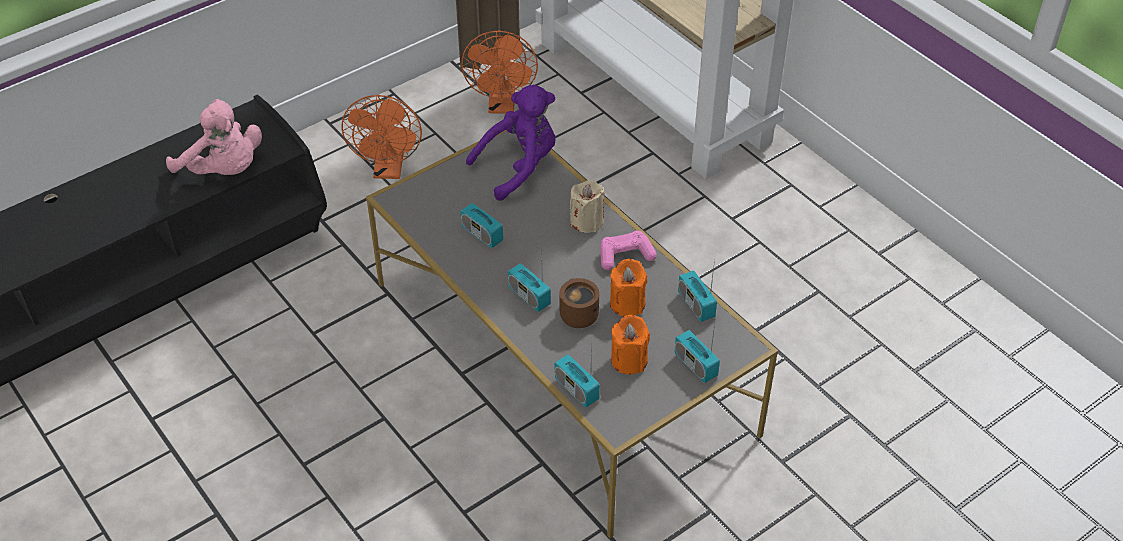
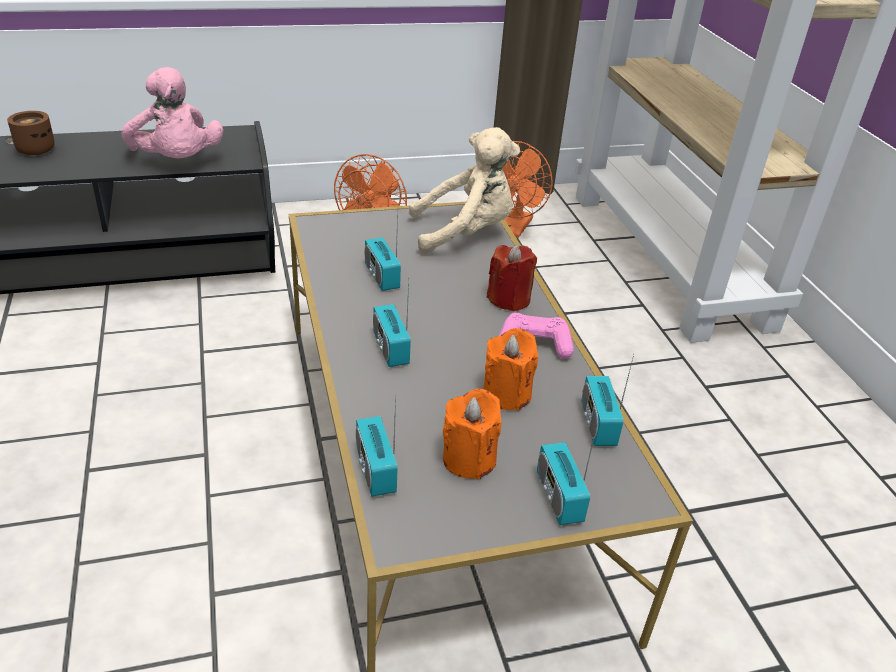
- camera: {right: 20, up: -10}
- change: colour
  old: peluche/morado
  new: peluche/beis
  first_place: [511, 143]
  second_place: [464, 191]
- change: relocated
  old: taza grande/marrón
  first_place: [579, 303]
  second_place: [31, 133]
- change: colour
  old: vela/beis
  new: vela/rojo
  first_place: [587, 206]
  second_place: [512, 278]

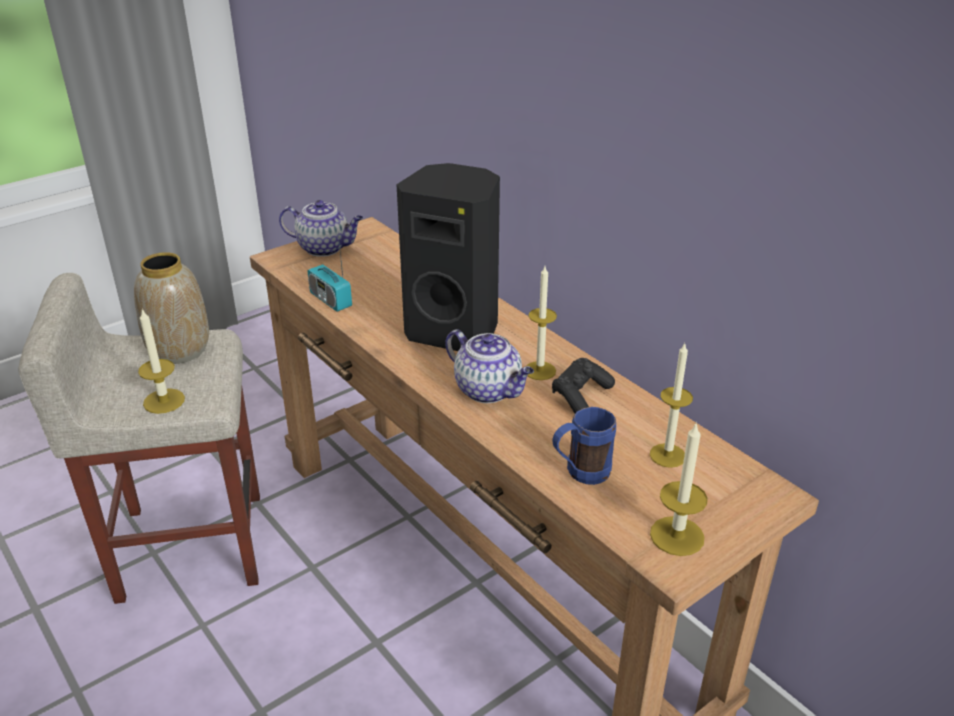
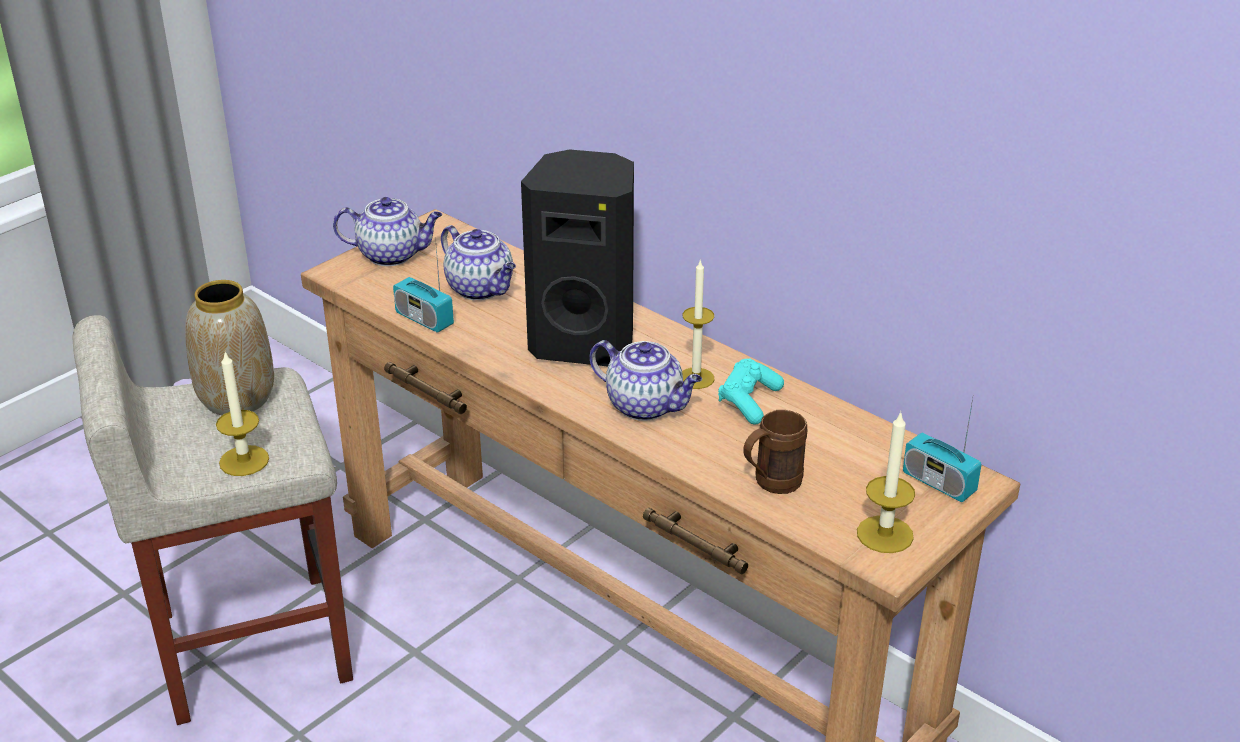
- camera: {right: -10, up: 0}
- change: colour
  old: mando de consola/negro
  new: mando de consola/turquesa
  first_place: [583, 386]
  second_place: [751, 392]
- change: colour
  old: taza grande/azul
  new: taza grande/marrón
  first_place: [584, 446]
  second_place: [775, 452]
- change: missing
  old: vela
  first_place: [671, 405]
- change: appeared
  new: tetera
  second_place: [478, 262]
- change: appeared
  new: radio
  second_place: [942, 448]

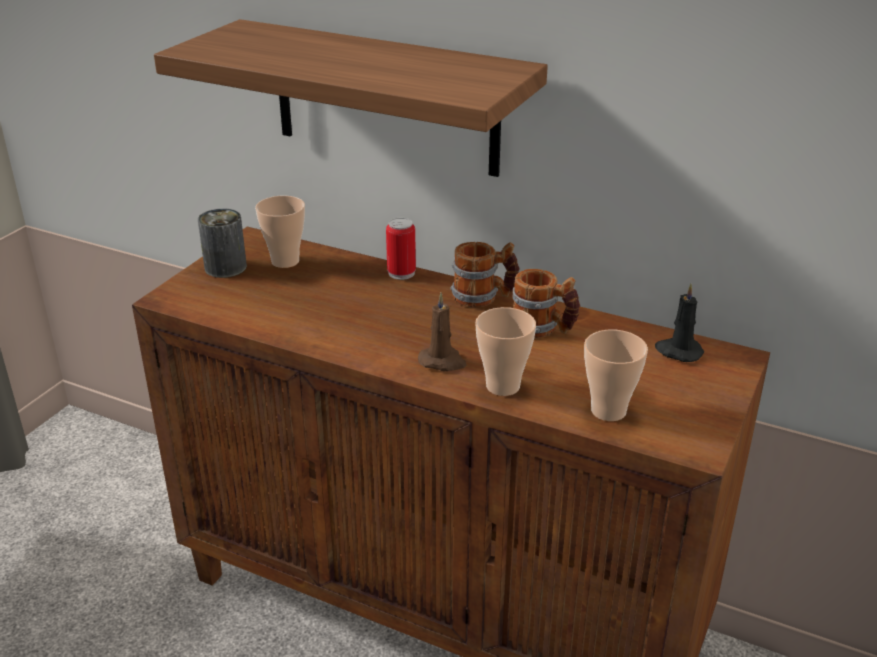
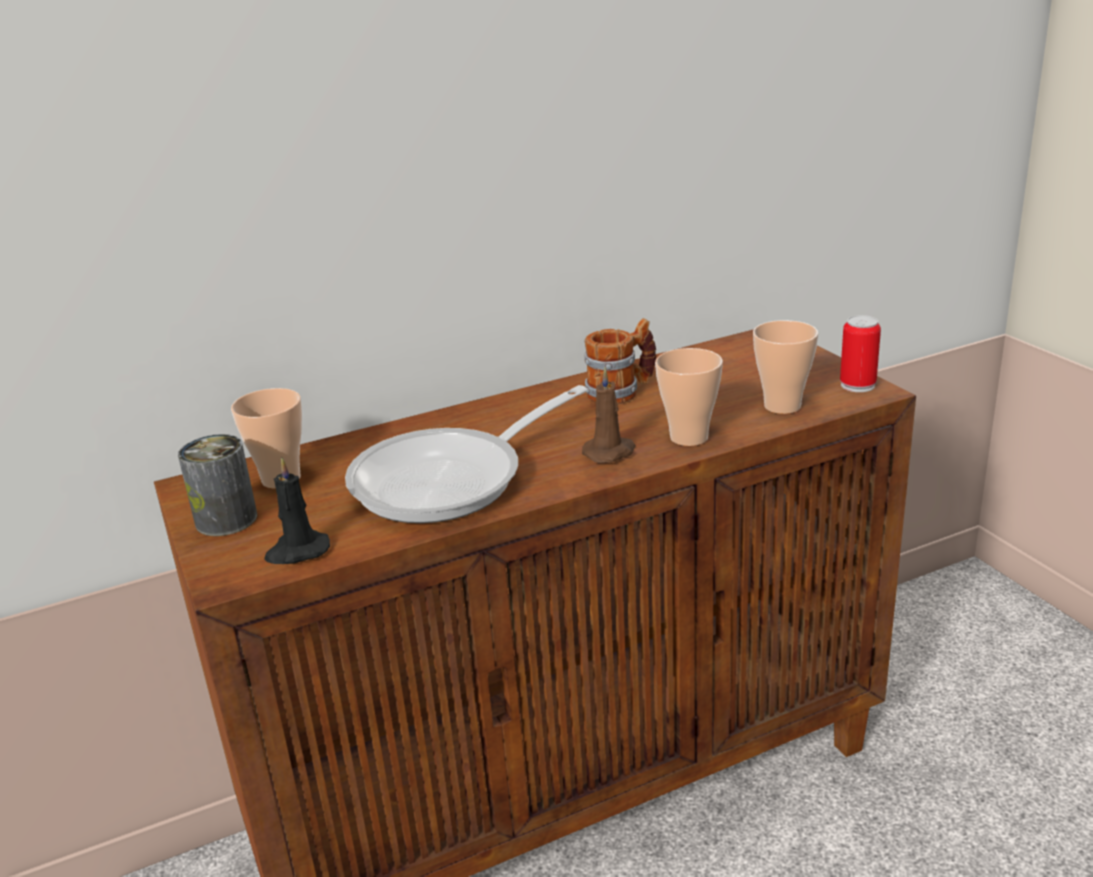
- camera: {right: -50, up: -5}
- change: missing
  old: estante
  first_place: [351, 98]
- change: relocated
  old: lata
  first_place: [401, 249]
  second_place: [860, 353]
- change: missing
  old: taza grande
  first_place: [485, 274]
- change: relocated
  old: vela/negro
  first_place: [679, 323]
  second_place: [297, 510]
- change: appeared
  new: sartén
  second_place: [466, 454]

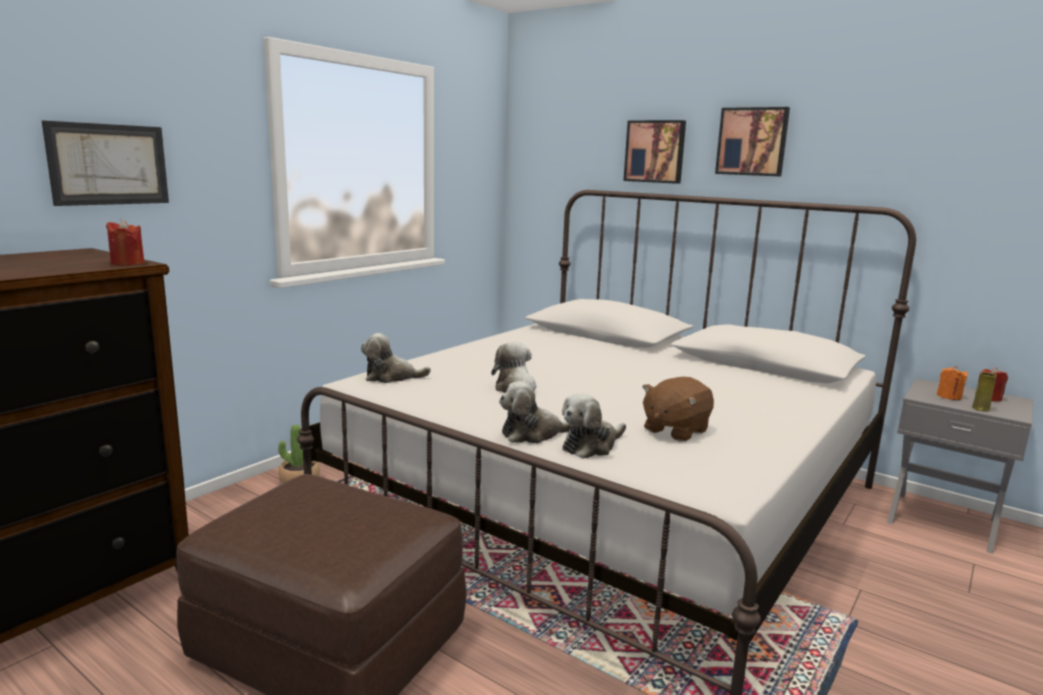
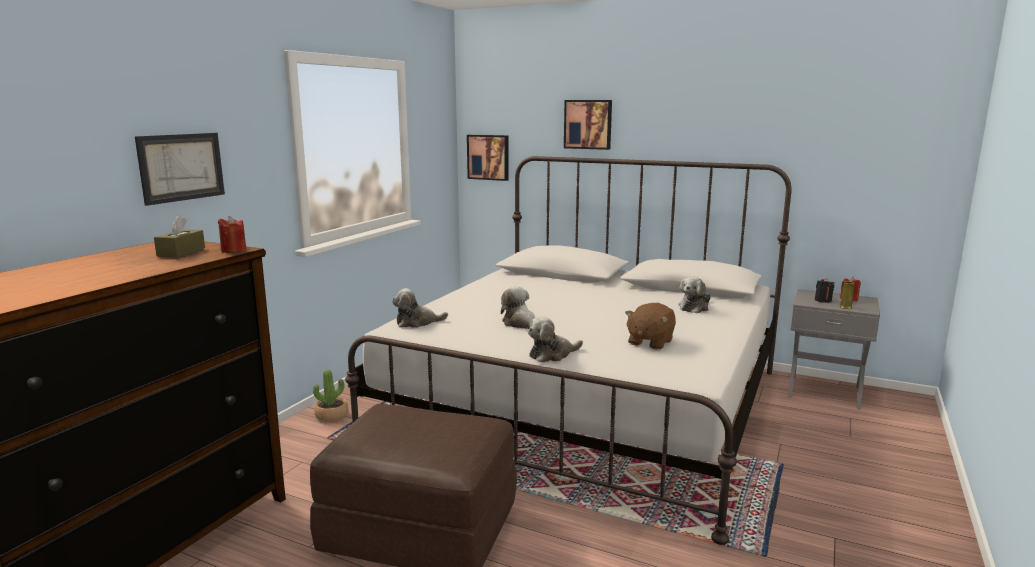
- camera: {right: -10, up: 0}
- change: relocated
  old: peluche
  first_place: [594, 426]
  second_place: [695, 295]
- change: relocated
  old: cuadro
  first_place: [752, 141]
  second_place: [488, 158]
- change: colour
  old: vela/naranja
  new: vela/negro
  first_place: [952, 383]
  second_place: [824, 290]
- change: appeared
  new: caja de pañuelos/marrón
  second_place: [179, 236]

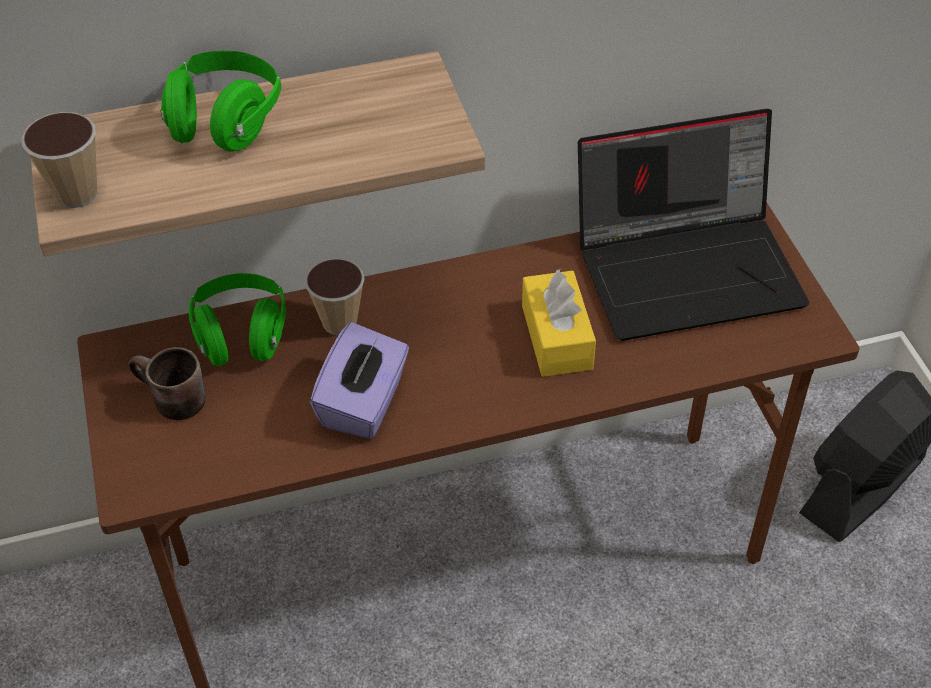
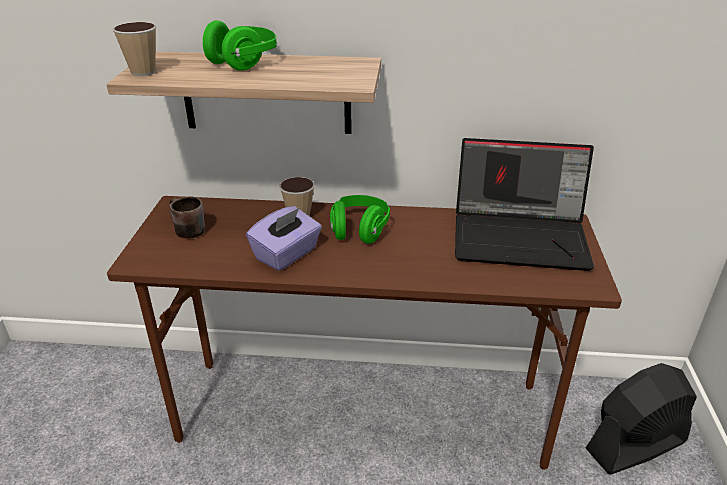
- camera: {right: 20, up: -15}
- change: relocated
  old: auriculares/verde
  first_place: [237, 319]
  second_place: [360, 219]
- change: missing
  old: caja de pañuelos/amarillo
  first_place: [559, 323]

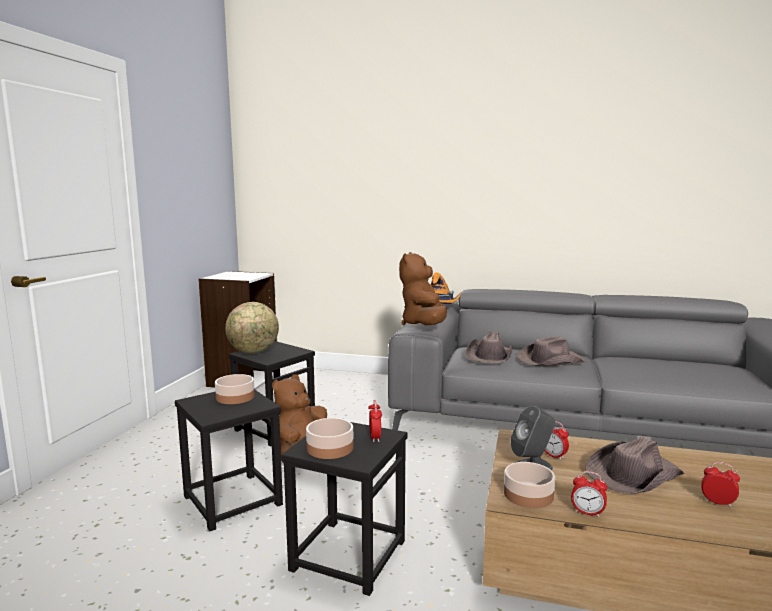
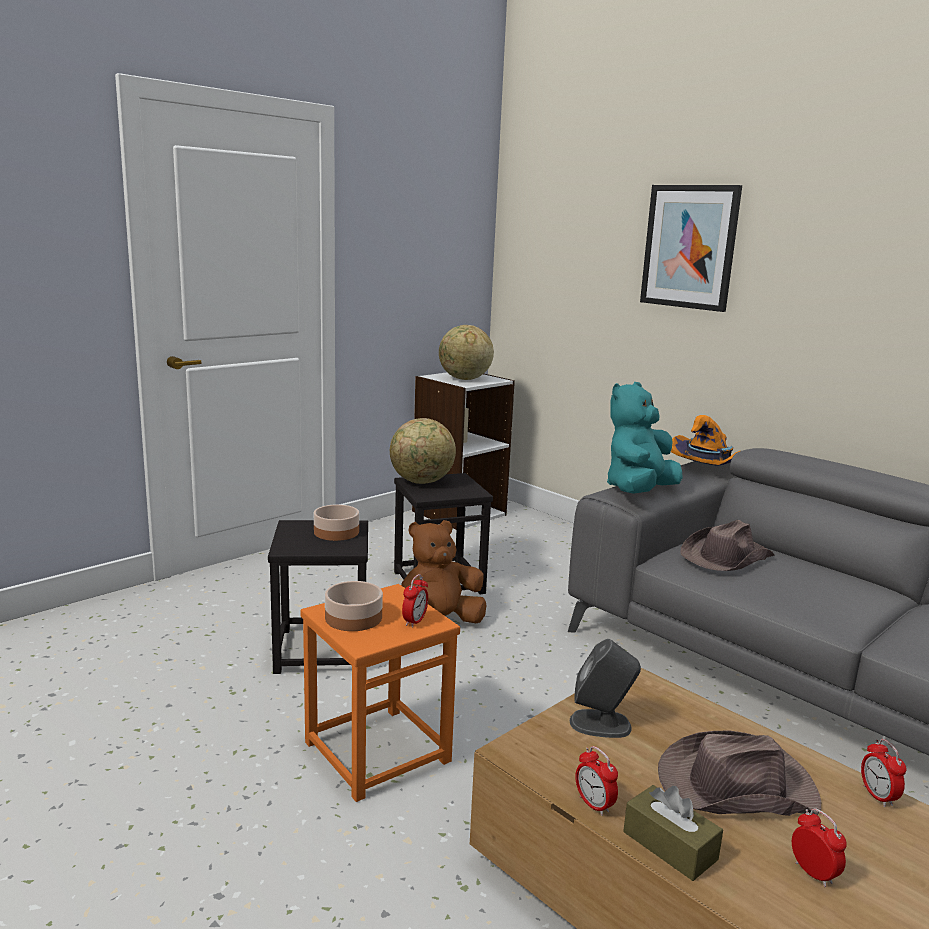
- camera: {right: 30, up: 5}
- change: colour
  old: taburete/negro
  new: taburete/naranja
  first_place: [344, 509]
  second_place: [380, 693]
- change: colour
  old: peluche/marrón
  new: peluche/turquesa
  first_place: [423, 288]
  second_place: [645, 438]
- change: missing
  old: cuenco
  first_place: [529, 485]
- change: missing
  old: sombrero/marrón
  first_place: [551, 351]
- change: relocated
  old: despertador
  first_place: [556, 440]
  second_place: [883, 773]
- change: appeared
  new: globo terráqueo
  second_place: [466, 352]
- change: appeared
  new: caja de pañuelos/marrón
  second_place: [673, 833]
- change: appeared
  new: cuadro
  second_place: [691, 248]

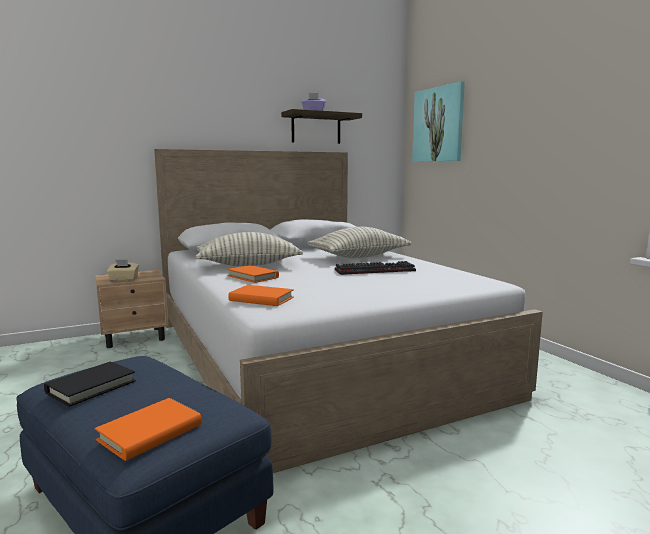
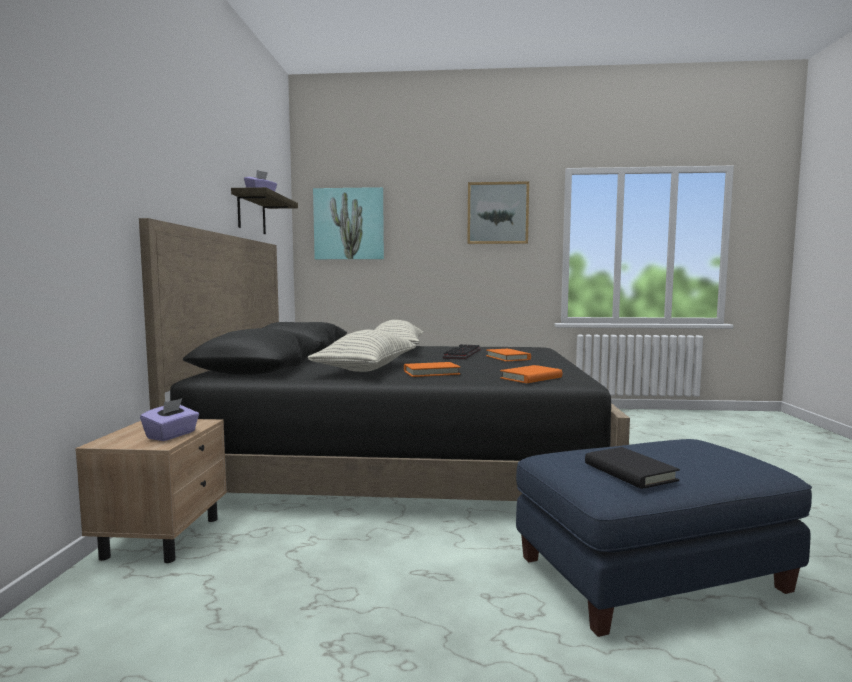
- camera: {right: -60, up: -5}
- change: relocated
  old: libro/naranja
  first_place: [148, 429]
  second_place: [508, 355]
- change: colour
  old: caja de pañuelos/beis
  new: caja de pañuelos/morado
  first_place: [123, 270]
  second_place: [169, 419]
- change: colour
  old: cama/blanco
  new: cama/negro
  first_place: [348, 311]
  second_place: [384, 359]
- change: appeared
  new: cuadro
  second_place: [498, 212]

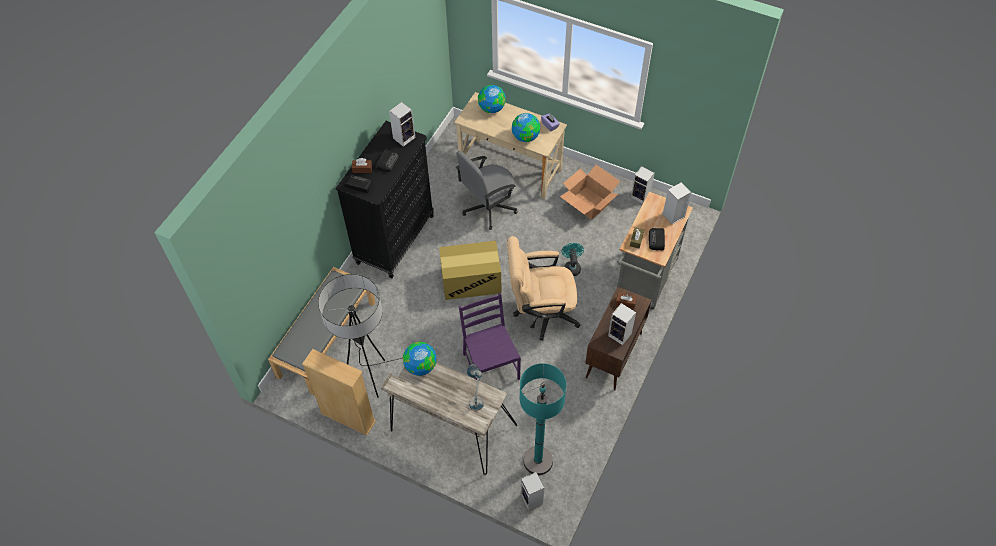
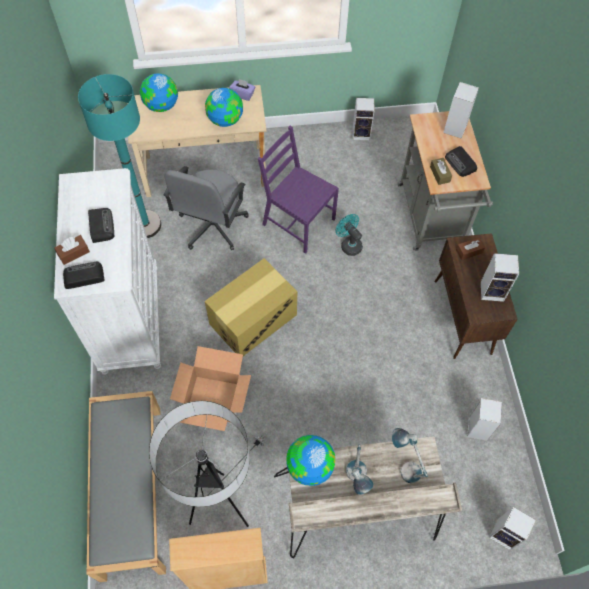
- camera: {right: -35, up: 5}
- change: colour
  old: cómoda/negro
  new: cómoda/blanco
  first_place: [384, 199]
  second_place: [107, 271]
- change: relocated
  old: altavoz
  first_place: [402, 124]
  second_place: [484, 419]
- change: relocated
  old: silla/morado
  first_place: [490, 336]
  second_place: [298, 190]
- change: missing
  old: silla de oficina/beis
  first_place: [544, 288]
- change: relocated
  old: lámpara de pie/turquesa
  first_place: [542, 419]
  second_place: [119, 156]
- change: relocated
  old: caja de cartón
  first_place: [590, 192]
  second_place: [210, 388]
- change: appeared
  new: lámpara de mesa
  second_place: [360, 470]

